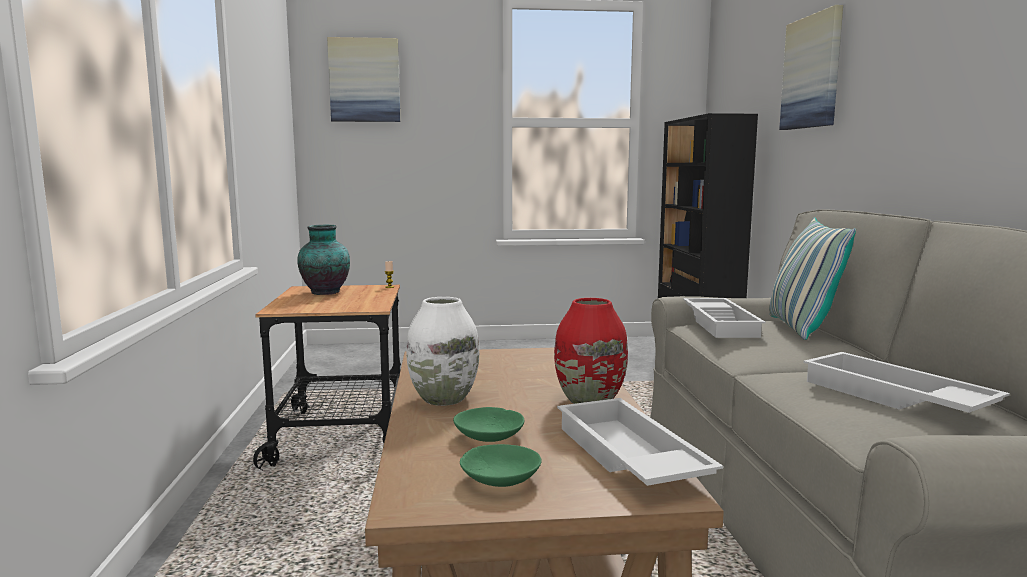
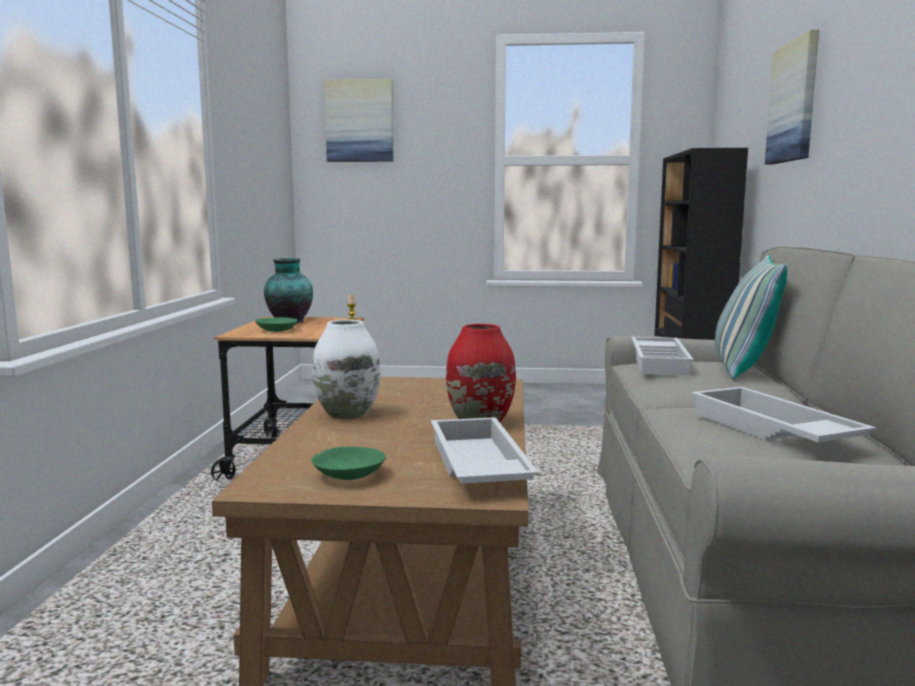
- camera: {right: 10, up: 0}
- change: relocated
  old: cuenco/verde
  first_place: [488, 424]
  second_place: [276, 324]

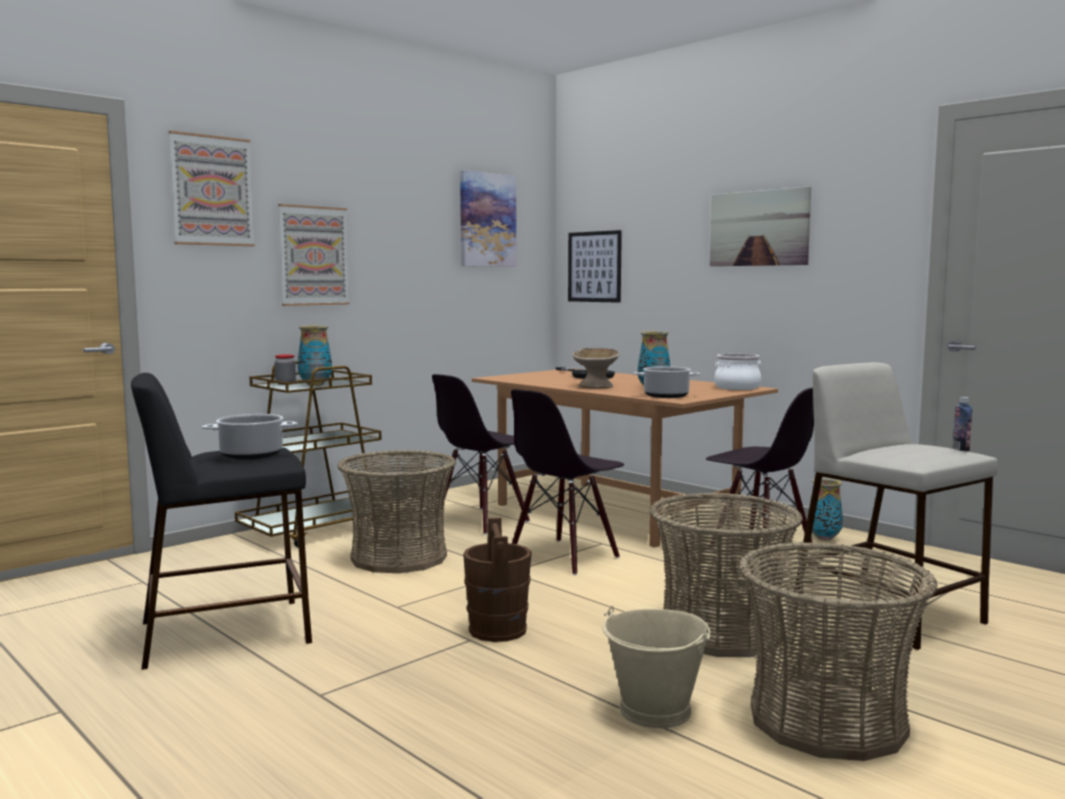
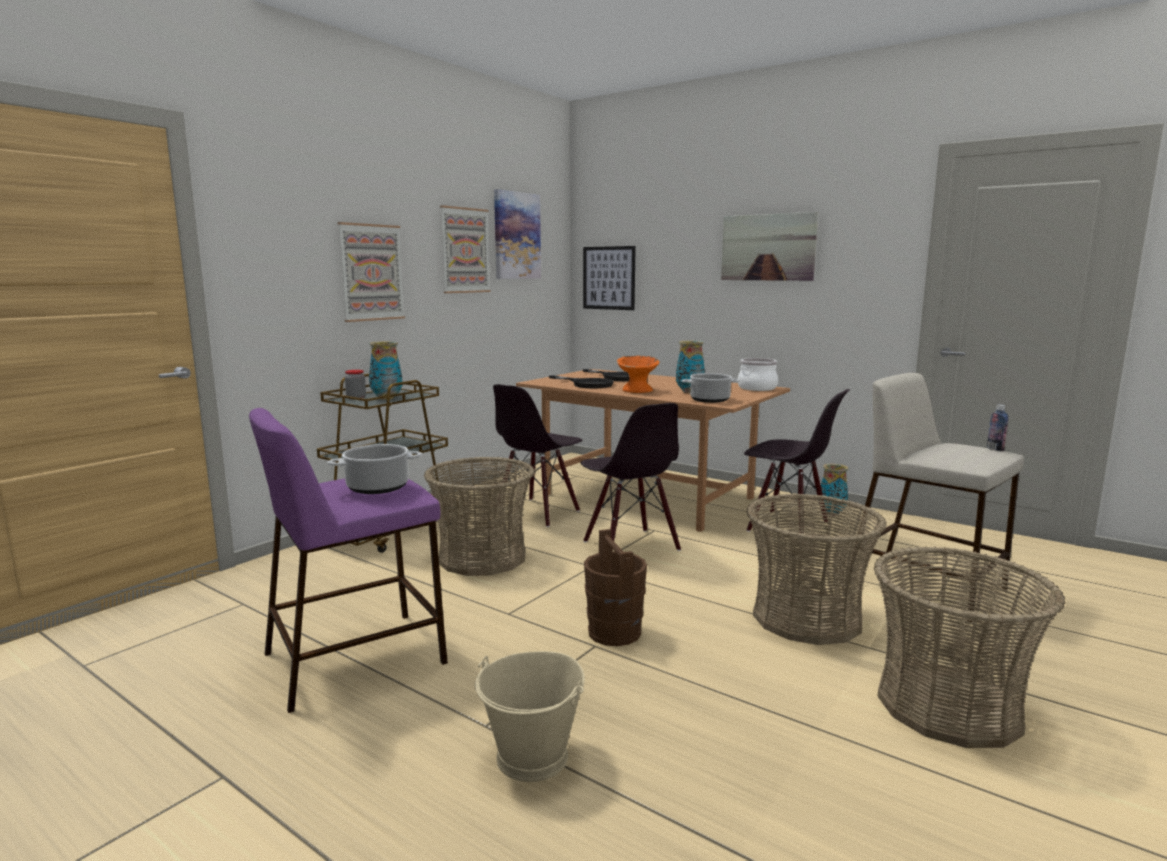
- camera: {right: -10, up: 5}
- change: colour
  old: taburete/negro
  new: taburete/morado
  first_place: [221, 521]
  second_place: [348, 560]
- change: relocated
  old: cuadro
  first_place: [212, 188]
  second_place: [465, 249]
- change: spun
  old: silla/negro
  first_place: [567, 482]
  second_place: [631, 477]
  degrees: -60
- change: colour
  old: cuenco/beis
  new: cuenco/naranja
  first_place: [596, 368]
  second_place: [638, 374]
- change: relocated
  old: cubo/beis
  first_place: [656, 667]
  second_place: [530, 716]
- change: appeared
  new: sartén/negro
  second_place: [581, 381]

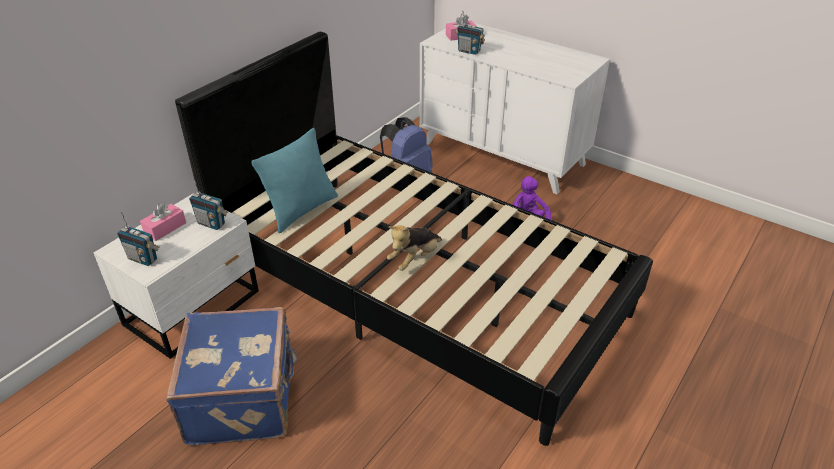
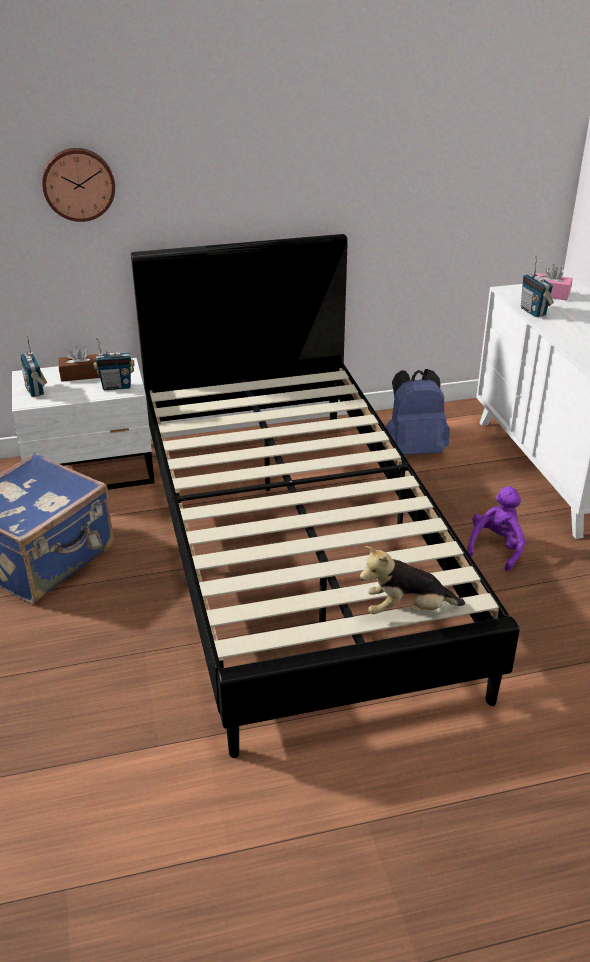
- camera: {right: 40, up: -5}
- change: colour
  old: caja de pañuelos/rosa
  new: caja de pañuelos/marrón
  first_place: [163, 221]
  second_place: [79, 364]
- change: spun
  old: radio
  first_place: [208, 204]
  second_place: [114, 364]
  degrees: -75
- change: missing
  old: cojín/turquesa
  first_place: [294, 180]
- change: relocated
  old: peluche
  first_place: [414, 248]
  second_place: [412, 580]
- change: appeared
  new: reloj de pared
  second_place: [78, 185]

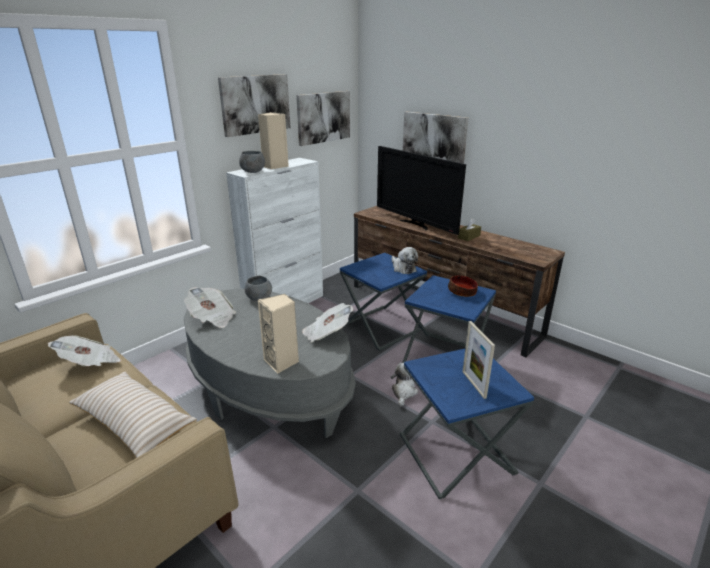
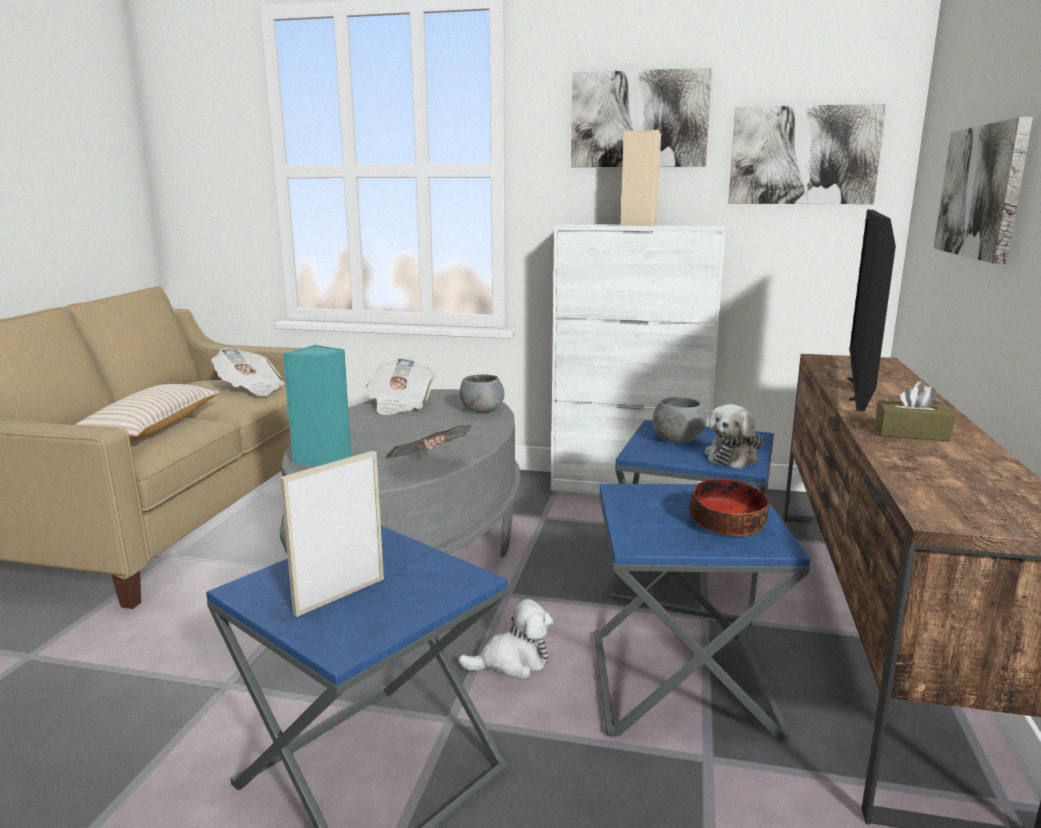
- camera: {right: 60, up: -10}
- change: relocated
  old: cuenco/gris
  first_place: [252, 162]
  second_place: [680, 419]
- change: colour
  old: altavoz/beis
  new: altavoz/turquesa
  first_place: [278, 334]
  second_place: [317, 405]

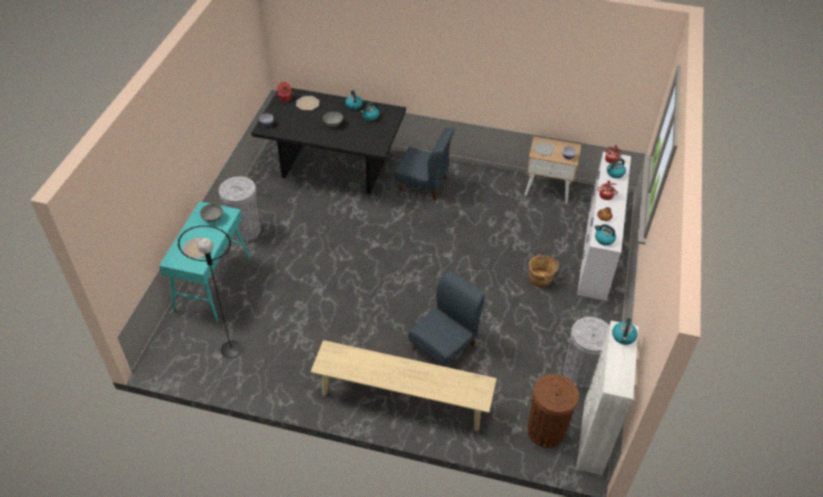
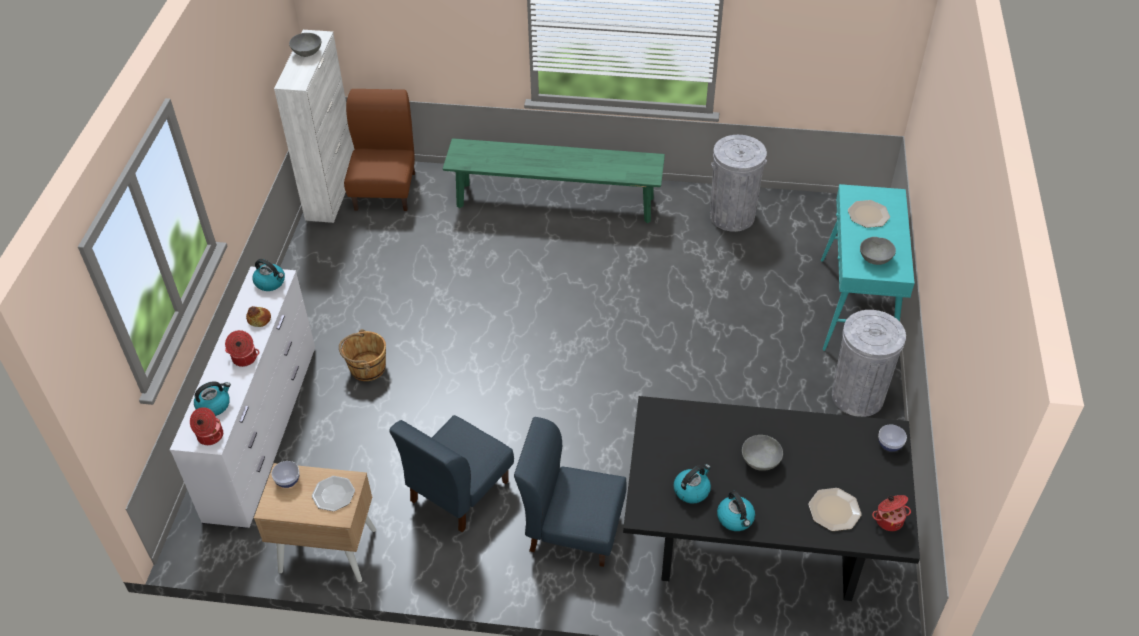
- camera: {right: 175, up: 0}
- change: missing
  old: lámpara de pie/negro
  first_place: [210, 292]
- change: colour
  old: banco/beis
  new: banco/verde
  first_place: [403, 385]
  second_place: [554, 180]
- change: relocated
  old: silla/azul
  first_place: [446, 318]
  second_place: [451, 473]
- change: exchanged
  old: papelera/marrón
  new: silla/marrón
  first_place: [553, 411]
  second_place: [379, 150]
- change: relocated
  old: papelera/gris
  first_place: [586, 352]
  second_place: [738, 183]
- change: missing
  old: hervidor
  first_place: [625, 331]
- change: appeared
  new: cuenco/gris
  second_place: [305, 45]

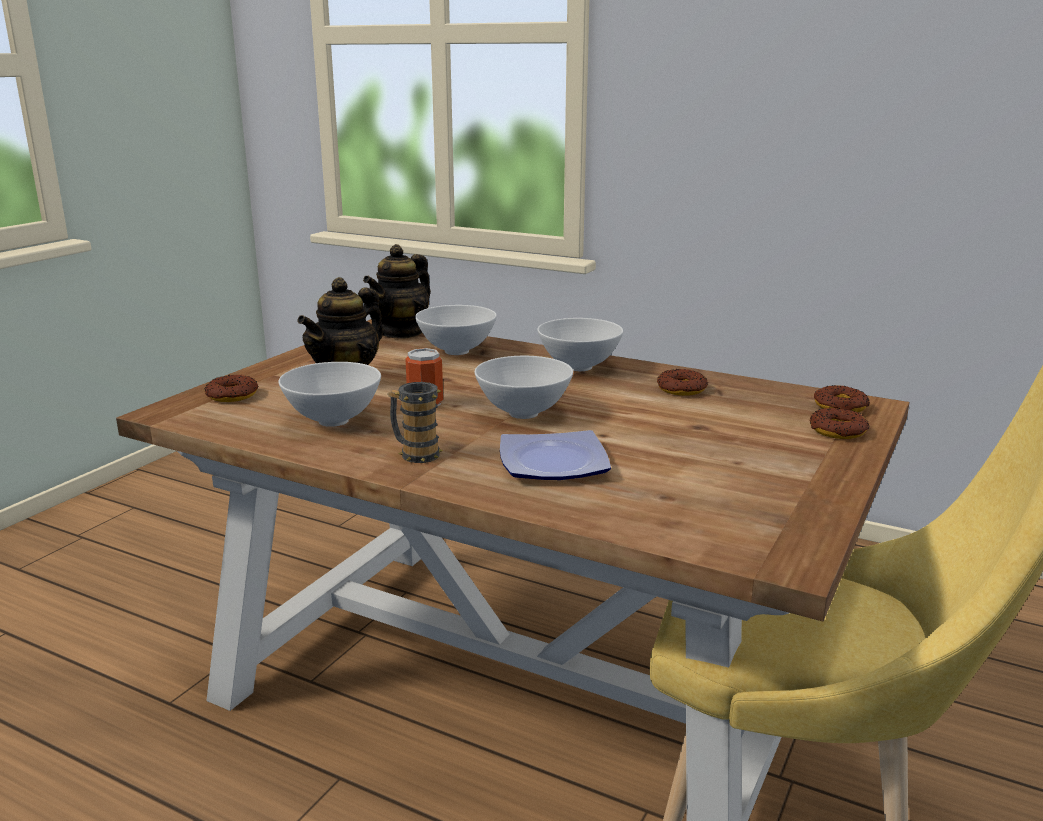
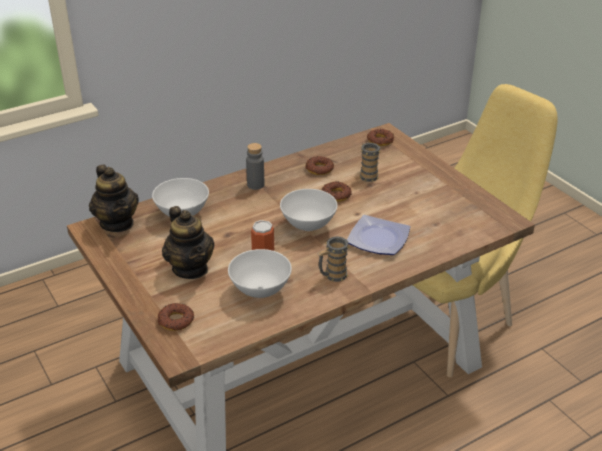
- camera: {right: -60, up: 15}
- change: exchanged
  old: cuenco/blanco
  new: botella/gris
  first_place: [580, 344]
  second_place: [255, 166]
- change: relocated
  old: rosquilla
  first_place: [840, 423]
  second_place: [337, 192]
- change: appeared
  new: taza grande
  second_place: [370, 162]

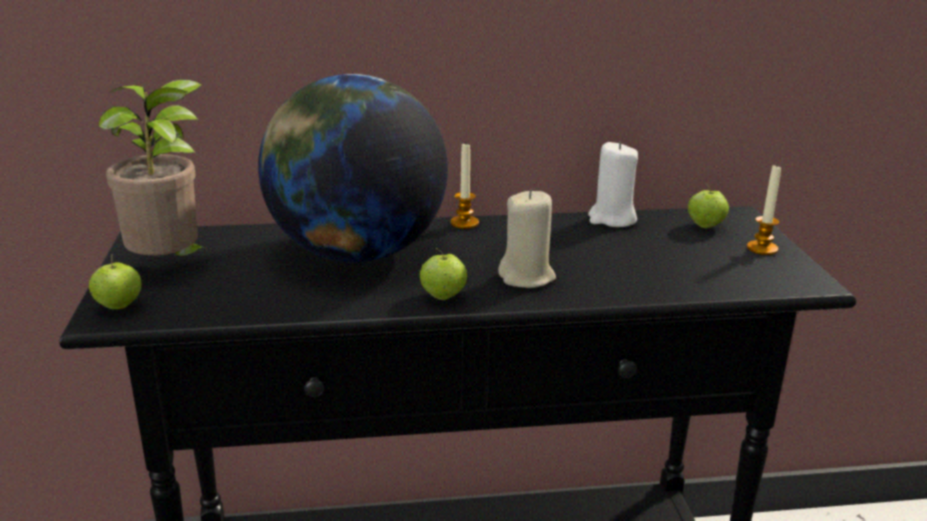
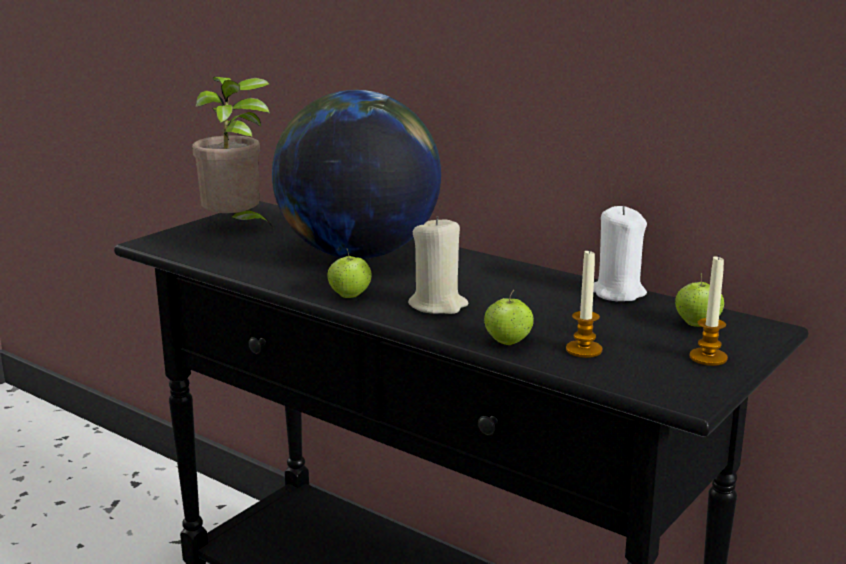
- camera: {right: 45, up: -5}
- change: relocated
  old: manzana
  first_place: [115, 281]
  second_place: [509, 317]
- change: relocated
  old: vela
  first_place: [464, 186]
  second_place: [584, 303]

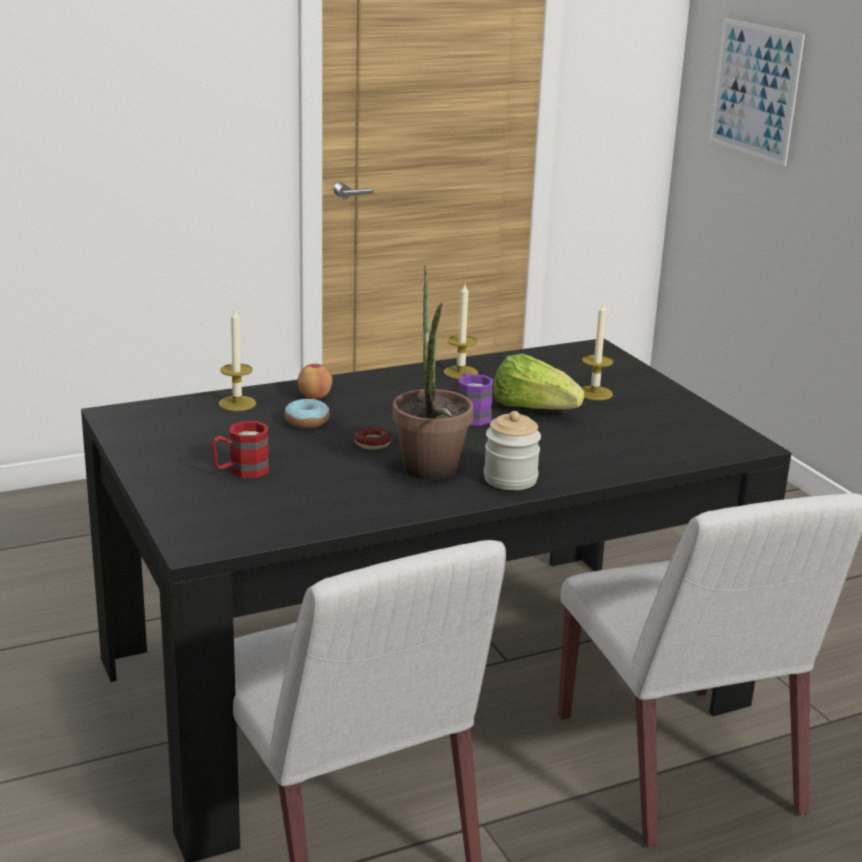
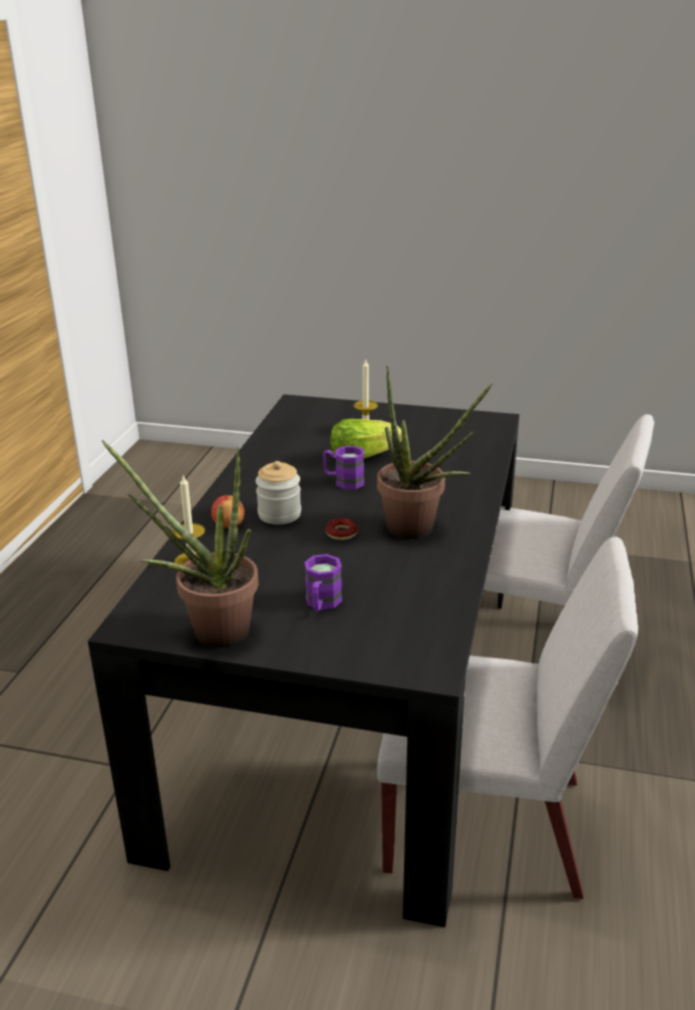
- camera: {right: -50, up: 5}
- change: colour
  old: taza grande/rojo
  new: taza grande/morado
  first_place: [240, 449]
  second_place: [323, 582]
- change: missing
  old: rosquilla
  first_place: [307, 413]
- change: missing
  old: vela
  first_place: [461, 331]
- change: relocated
  old: tarro
  first_place: [512, 450]
  second_place: [278, 493]
- change: missing
  old: cuadro
  first_place: [757, 92]
- change: appeared
  new: planta en maceta
  second_place: [180, 544]

